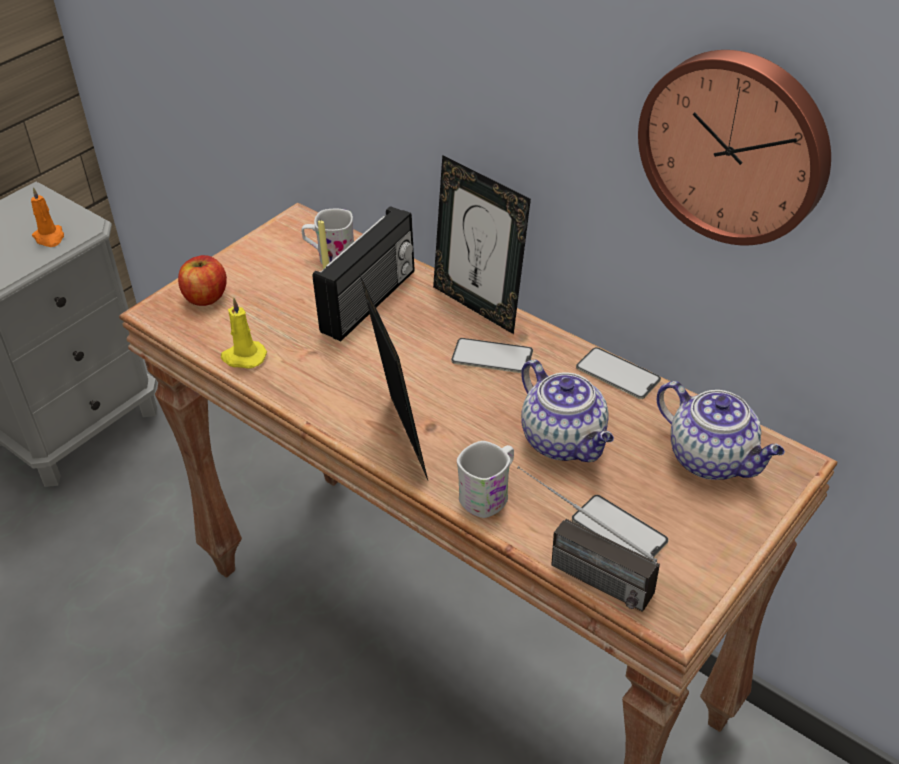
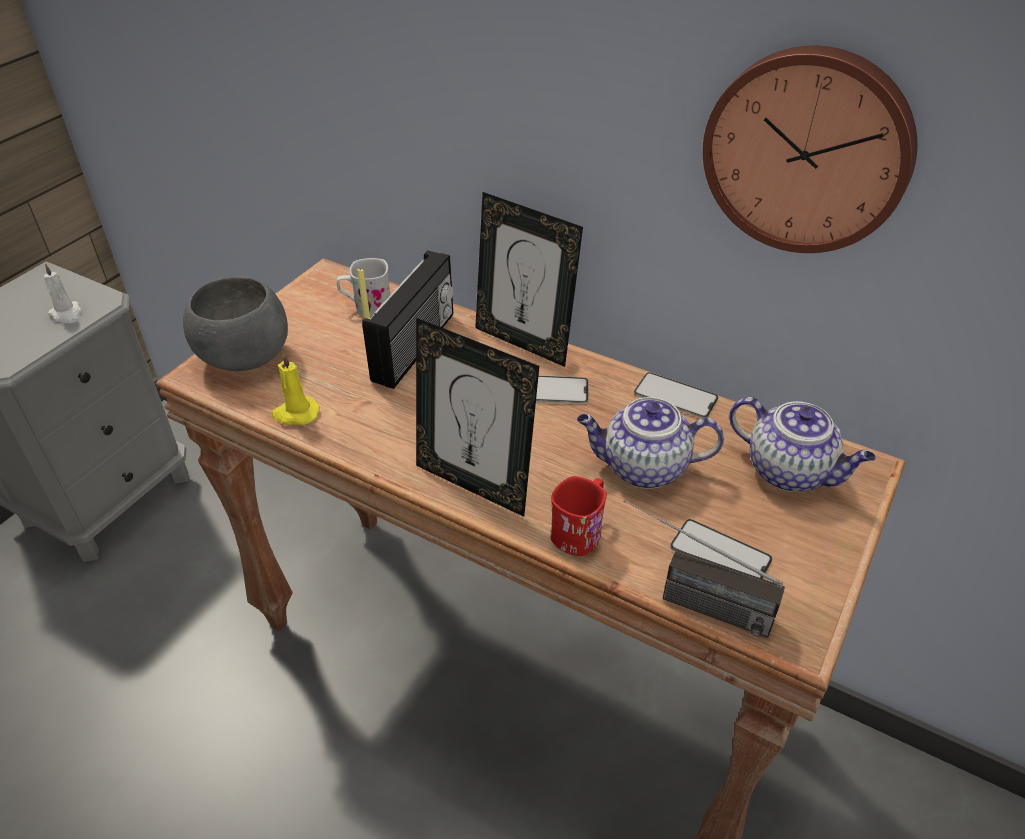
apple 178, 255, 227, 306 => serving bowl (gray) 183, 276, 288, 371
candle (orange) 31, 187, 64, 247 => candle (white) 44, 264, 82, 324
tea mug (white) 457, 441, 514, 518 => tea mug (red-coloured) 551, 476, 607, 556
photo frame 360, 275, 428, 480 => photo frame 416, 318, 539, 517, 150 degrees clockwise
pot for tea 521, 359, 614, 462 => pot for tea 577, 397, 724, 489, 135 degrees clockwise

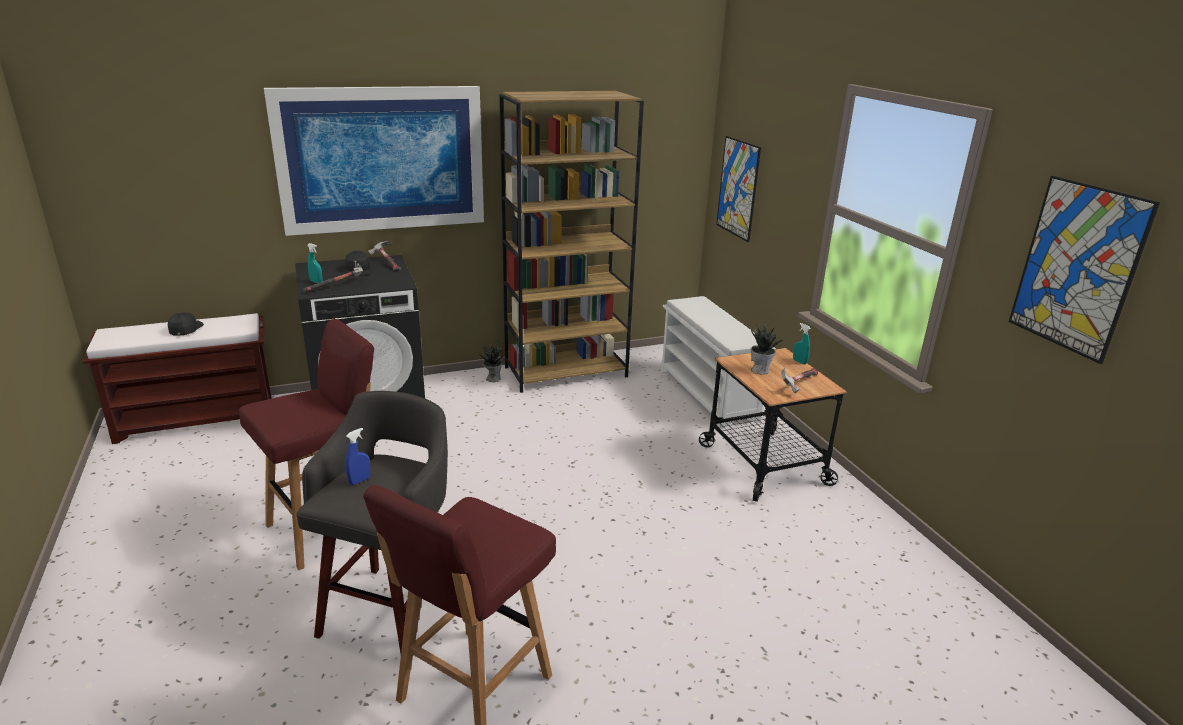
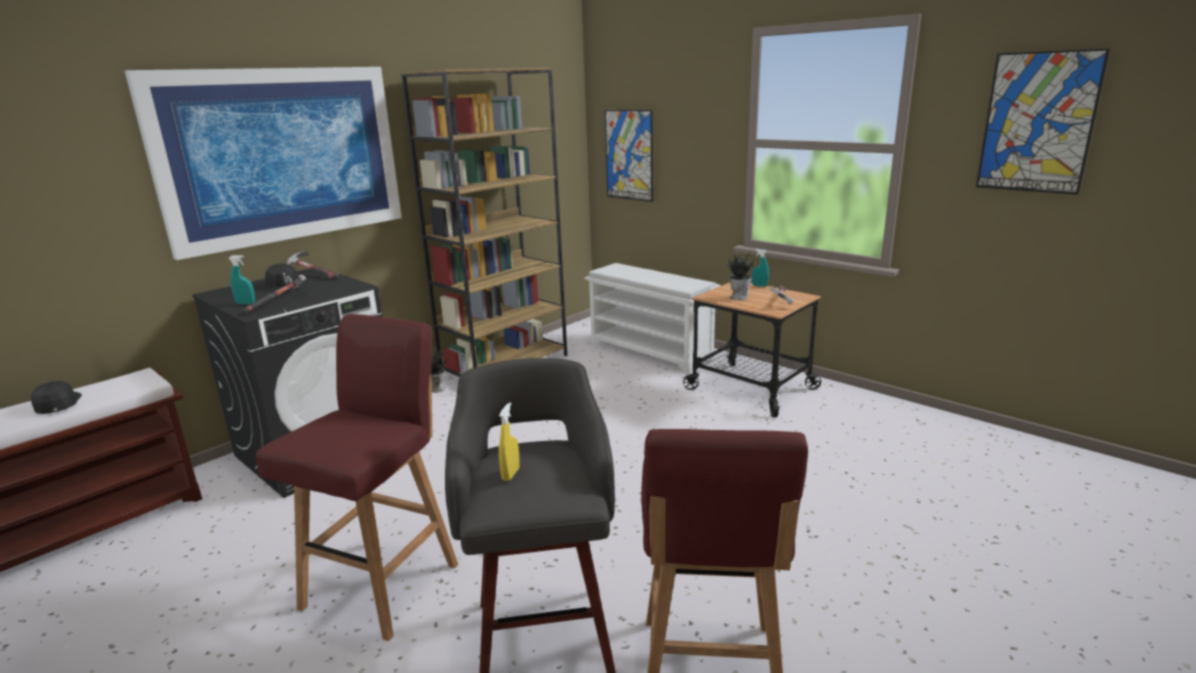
hand sprayer (bluish) 345, 428, 370, 485 => hand sprayer (yellowish) 499, 402, 520, 481

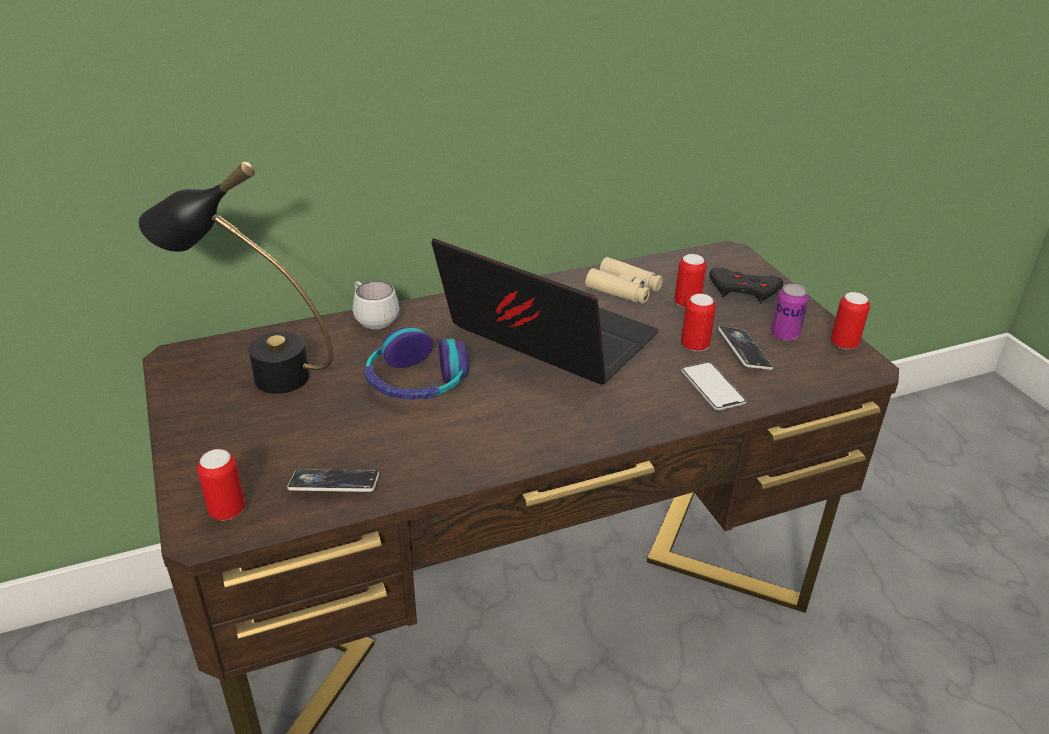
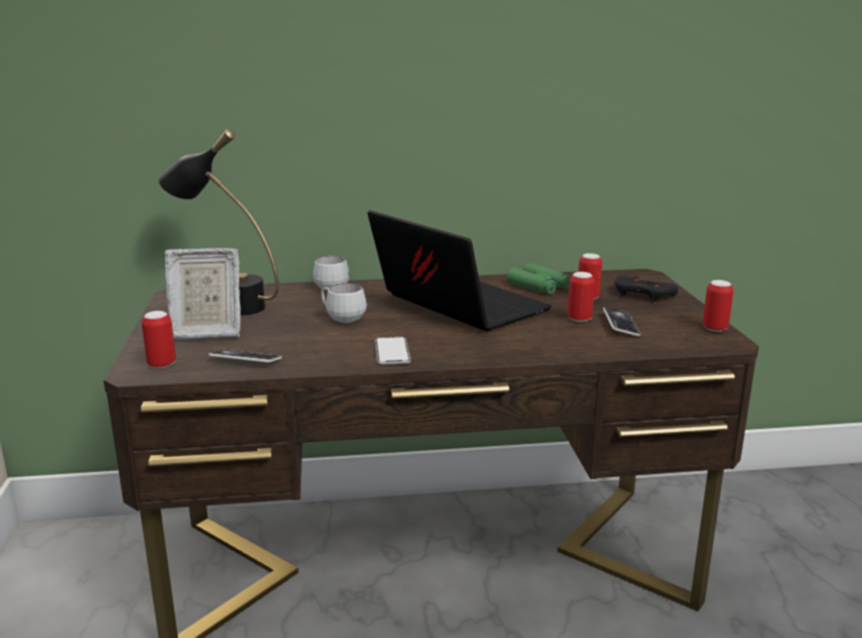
metal can 771, 284, 808, 341 => nothing
nothing => photo frame 164, 248, 241, 340
telephone 681, 362, 747, 410 => telephone 375, 337, 411, 365, moved
pair of headphones 364, 327, 469, 399 => tea mug (white) 321, 283, 367, 323
binoculars (beige-coloured) 585, 257, 663, 304 => binoculars (greenish) 507, 263, 571, 294

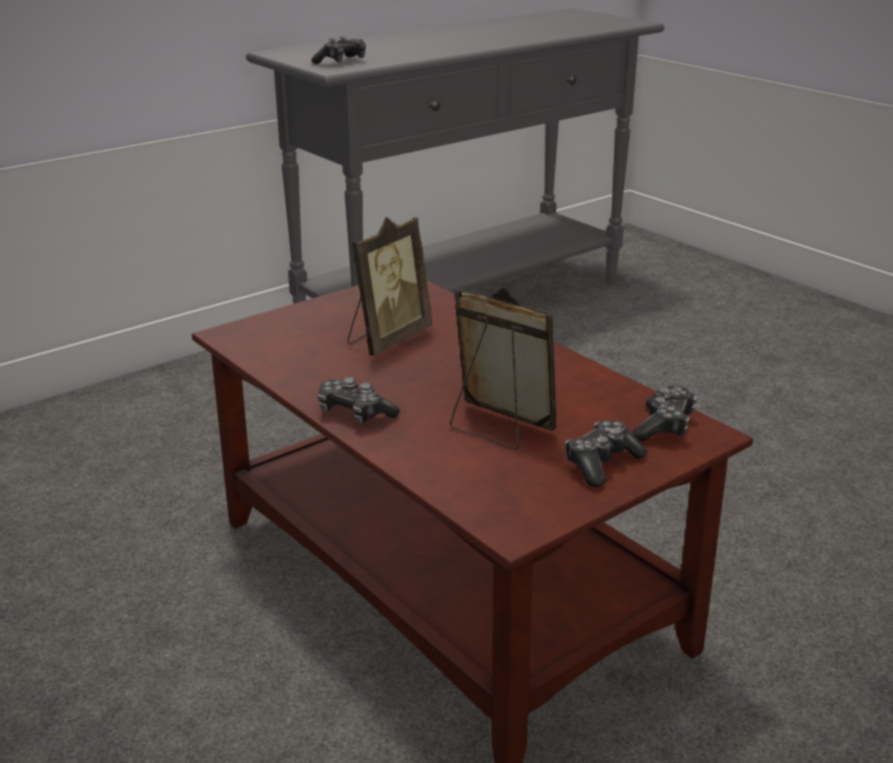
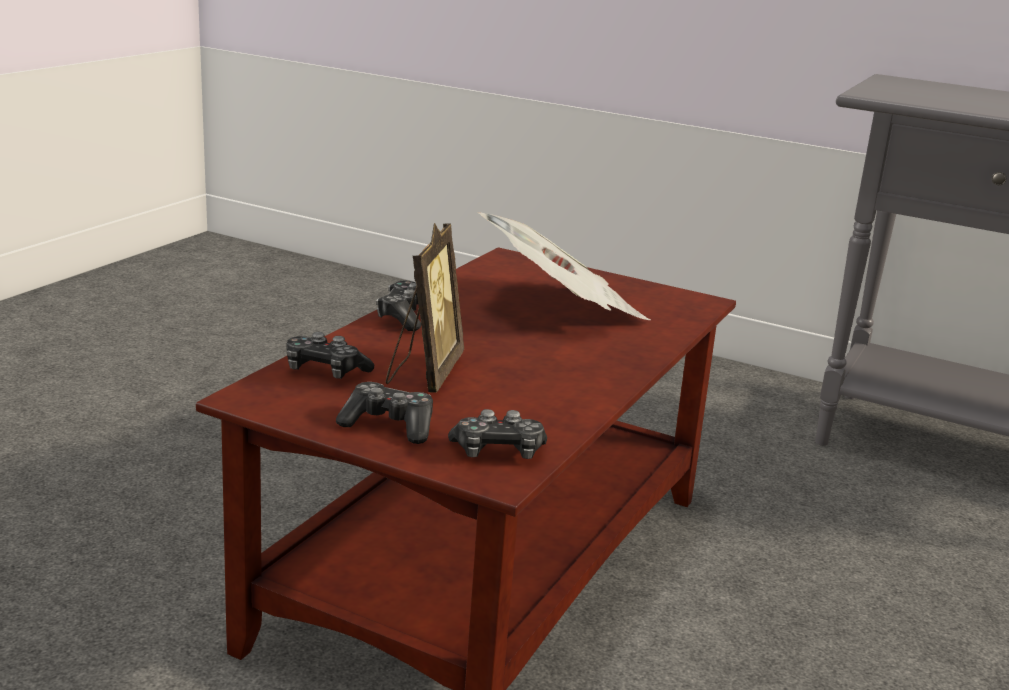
joypad 311, 36, 366, 64 => joypad 287, 332, 374, 379, moved
photo frame 347, 217, 432, 356 => newspaper 477, 212, 651, 320

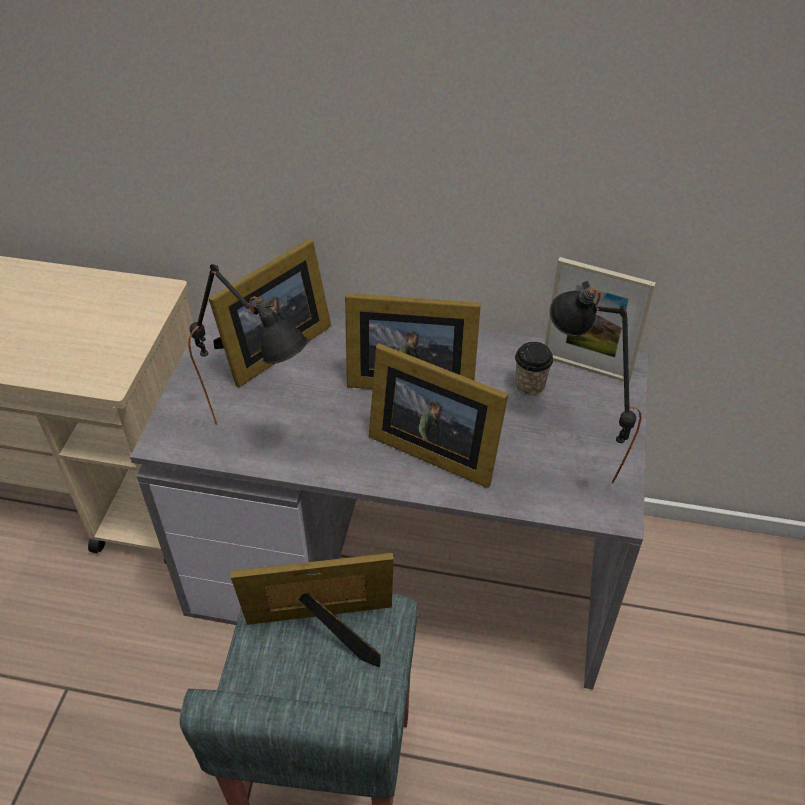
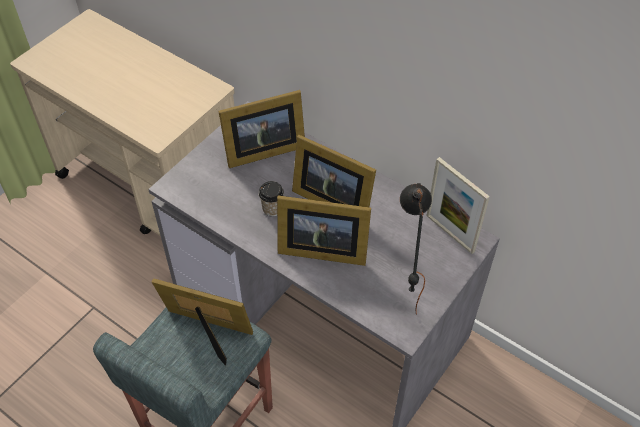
table lamp (black-coloured) 188, 264, 308, 425 => nothing
small cup 515, 342, 553, 396 => small cup 258, 181, 284, 216, moved
photo frame 369, 343, 508, 488 => photo frame 277, 196, 371, 266, 45 degrees counterclockwise

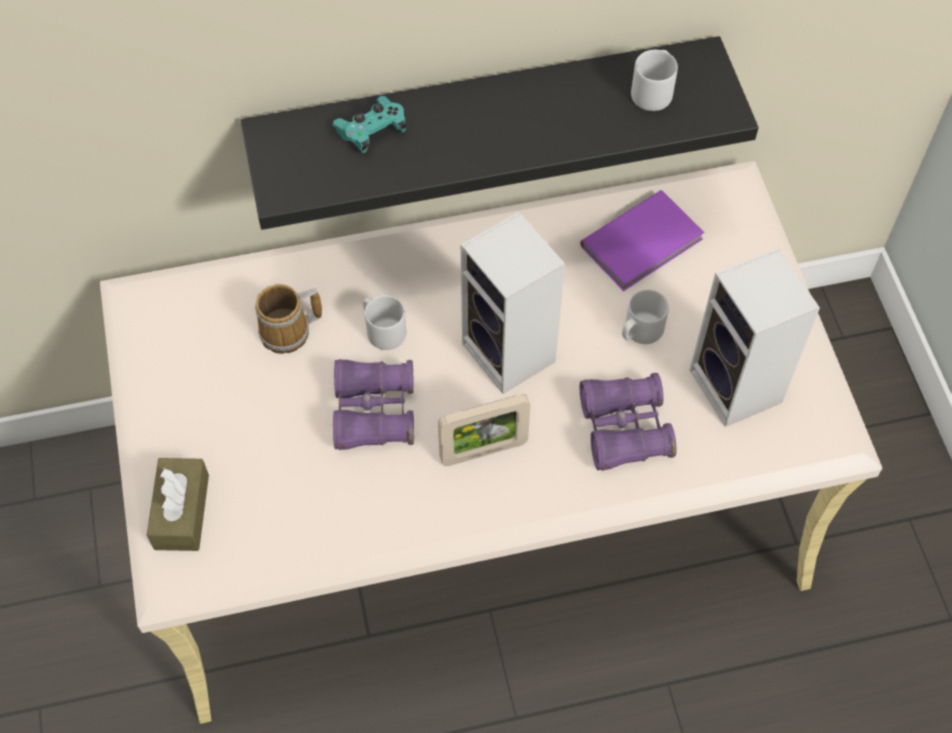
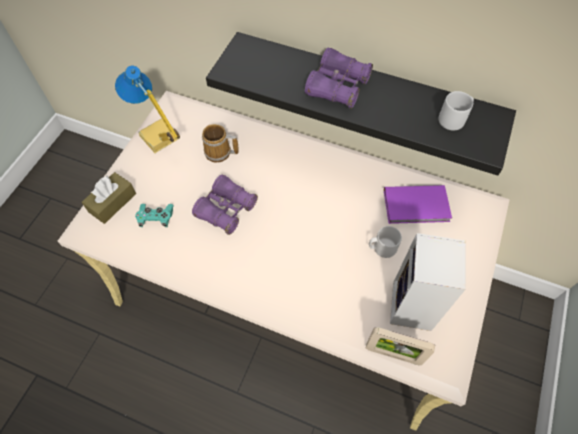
tea mug (gray) 363, 295, 406, 350 => nothing
speaker 461, 212, 565, 394 => nothing
nothing => table lamp 115, 66, 180, 153
joypad (blue-green) 332, 96, 407, 153 => joypad (blue-green) 135, 204, 174, 227, moved
photo frame 438, 394, 531, 466 => photo frame 366, 327, 435, 365, moved
binoculars (purplish) 580, 373, 677, 471 => binoculars (purplish) 305, 47, 373, 109, moved

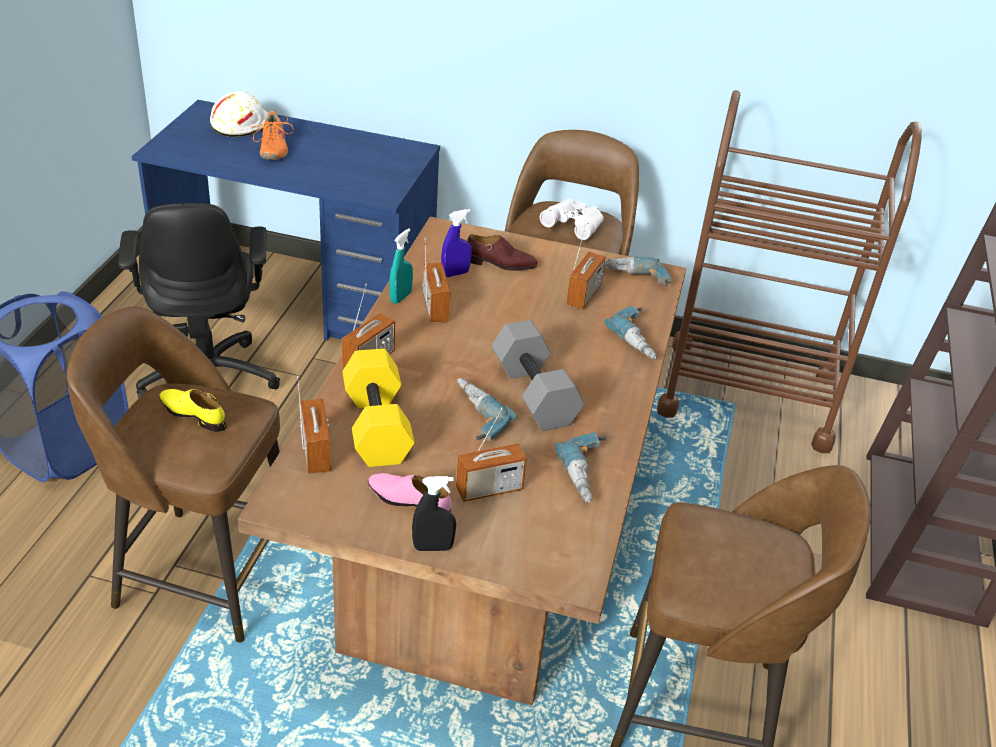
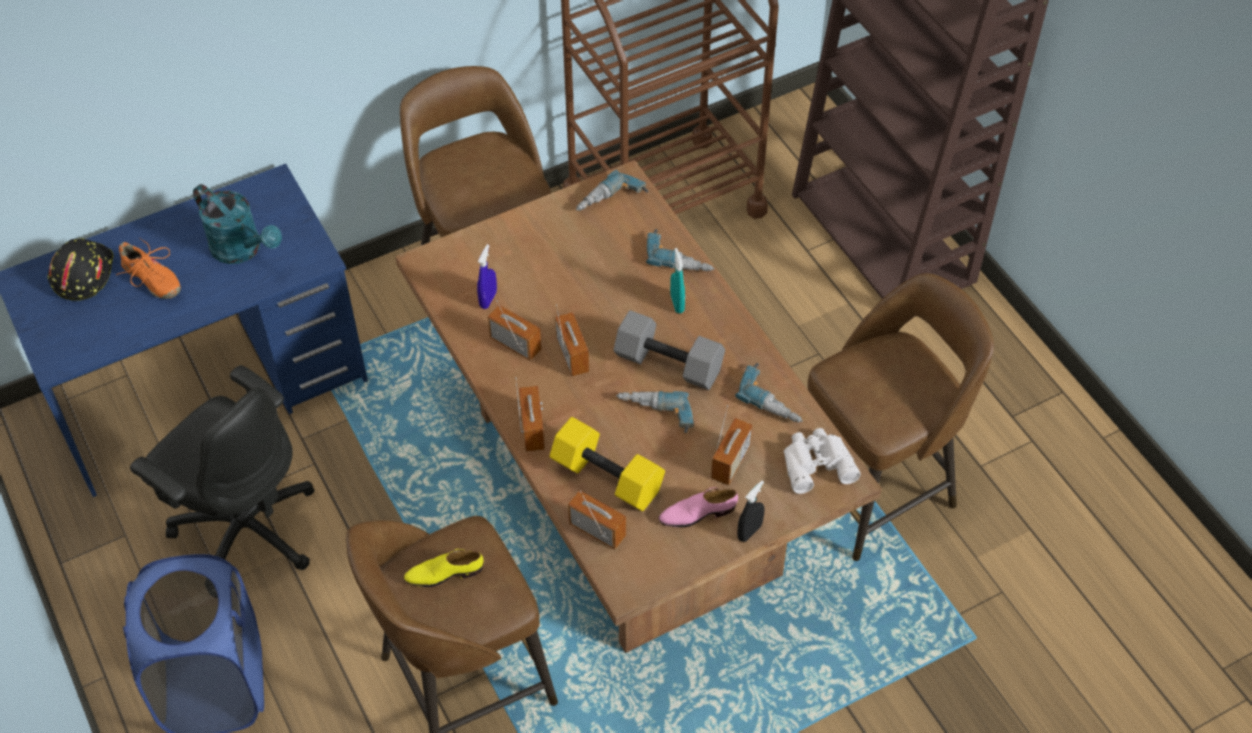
shoe (brown-coloured) 467, 234, 538, 271 => nothing
nothing => watering can (blue-green) 193, 184, 282, 264
hand sprayer (blue-green) 390, 229, 413, 304 => hand sprayer (blue-green) 670, 248, 685, 313, moved
binoculars (white) 540, 198, 603, 240 => binoculars (white) 783, 428, 861, 494, moved
radio set 566, 224, 606, 310 => radio set 555, 304, 589, 376, moved
hard hat (white) 210, 91, 269, 137 => hard hat (black-coloured) 48, 238, 113, 301

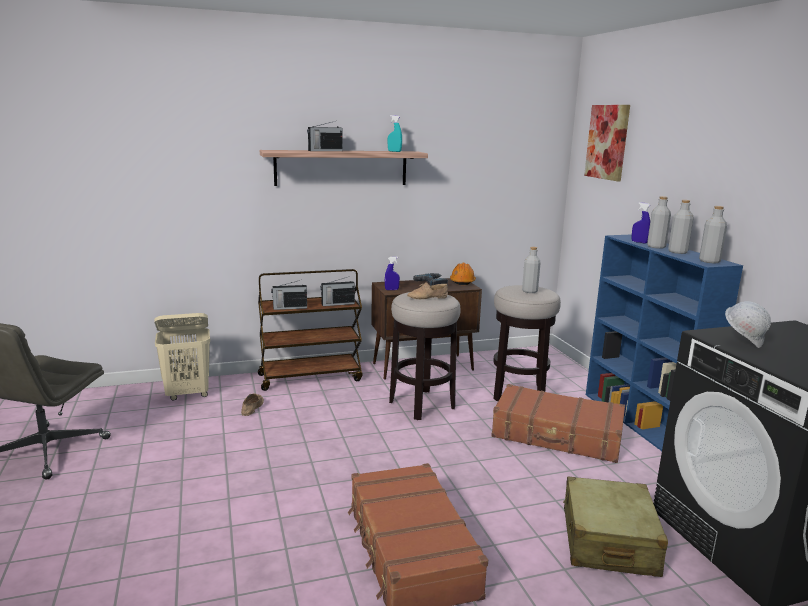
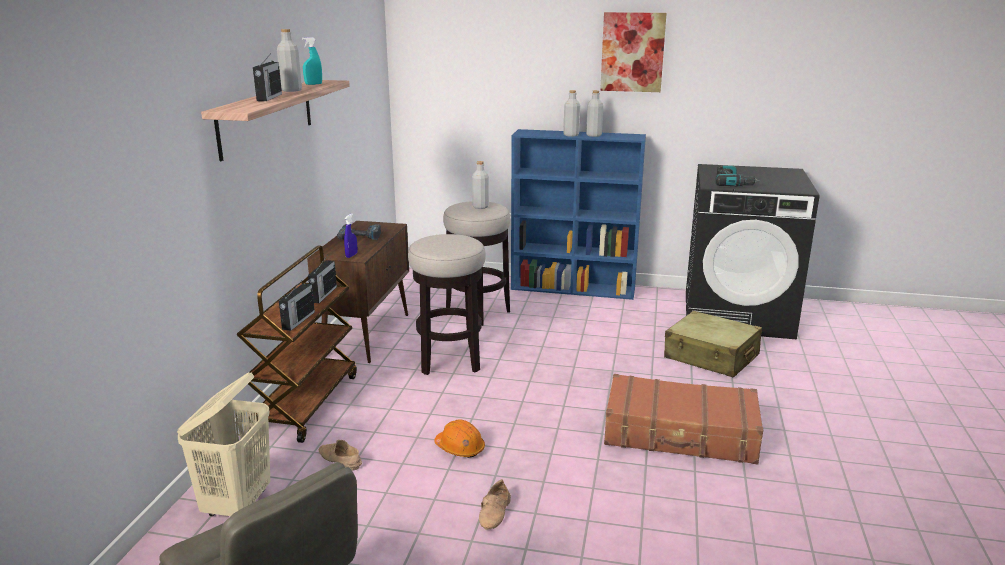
suitcase (brown-coloured) 491, 384, 625, 463 => nothing
hand sprayer (bluish) 632, 202, 651, 243 => nothing
shoe (beige-coloured) 407, 282, 448, 299 => shoe (beige-coloured) 479, 479, 511, 530, moved
hard hat (orange) 450, 263, 476, 285 => hard hat (orange) 434, 419, 485, 458, moved
picture 584, 105, 630, 181 => picture 600, 12, 667, 92, moved
drink bottle (gray) 699, 206, 727, 263 => drink bottle (gray) 277, 29, 302, 92, moved
hard hat (white) 725, 301, 771, 348 => power drill 715, 165, 760, 187

